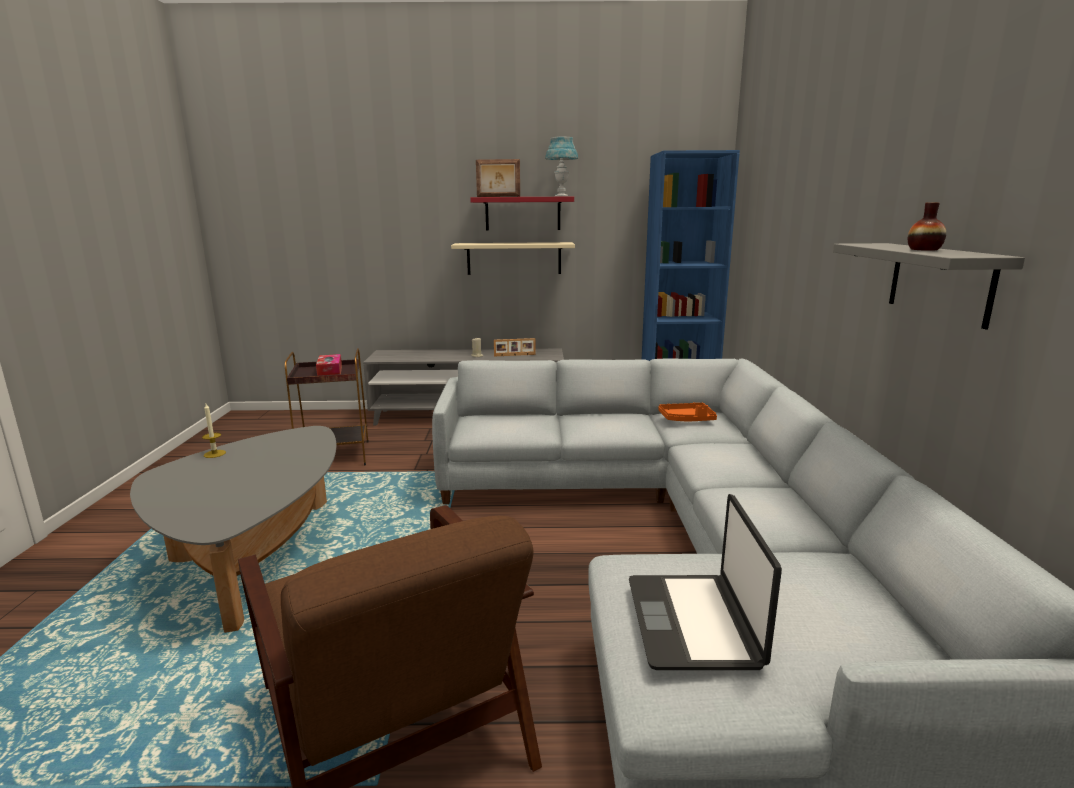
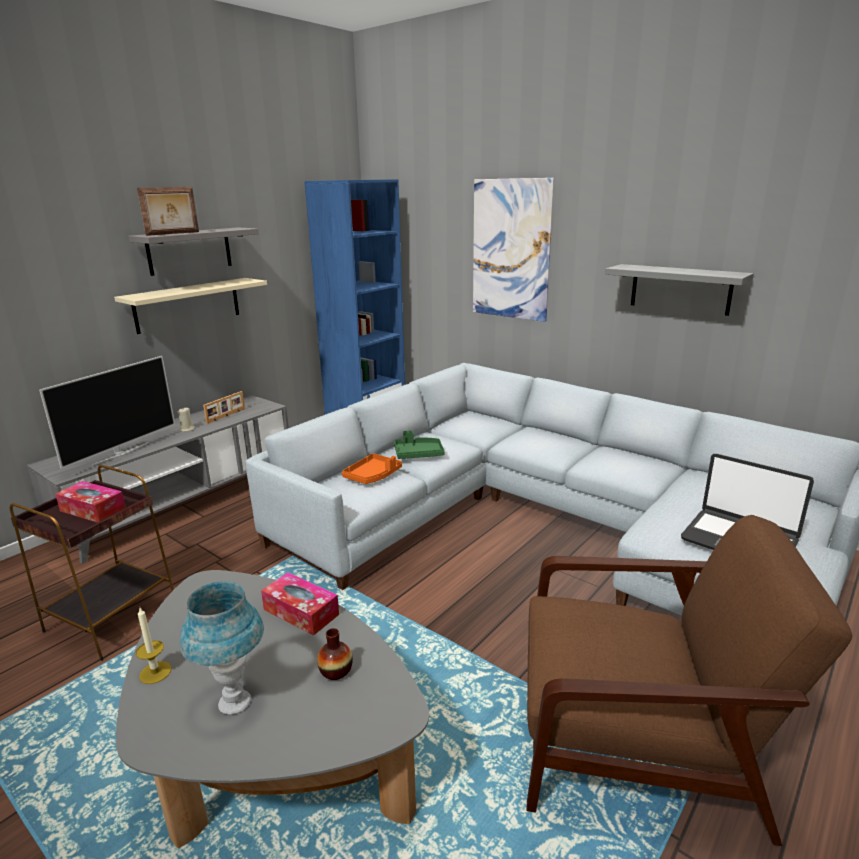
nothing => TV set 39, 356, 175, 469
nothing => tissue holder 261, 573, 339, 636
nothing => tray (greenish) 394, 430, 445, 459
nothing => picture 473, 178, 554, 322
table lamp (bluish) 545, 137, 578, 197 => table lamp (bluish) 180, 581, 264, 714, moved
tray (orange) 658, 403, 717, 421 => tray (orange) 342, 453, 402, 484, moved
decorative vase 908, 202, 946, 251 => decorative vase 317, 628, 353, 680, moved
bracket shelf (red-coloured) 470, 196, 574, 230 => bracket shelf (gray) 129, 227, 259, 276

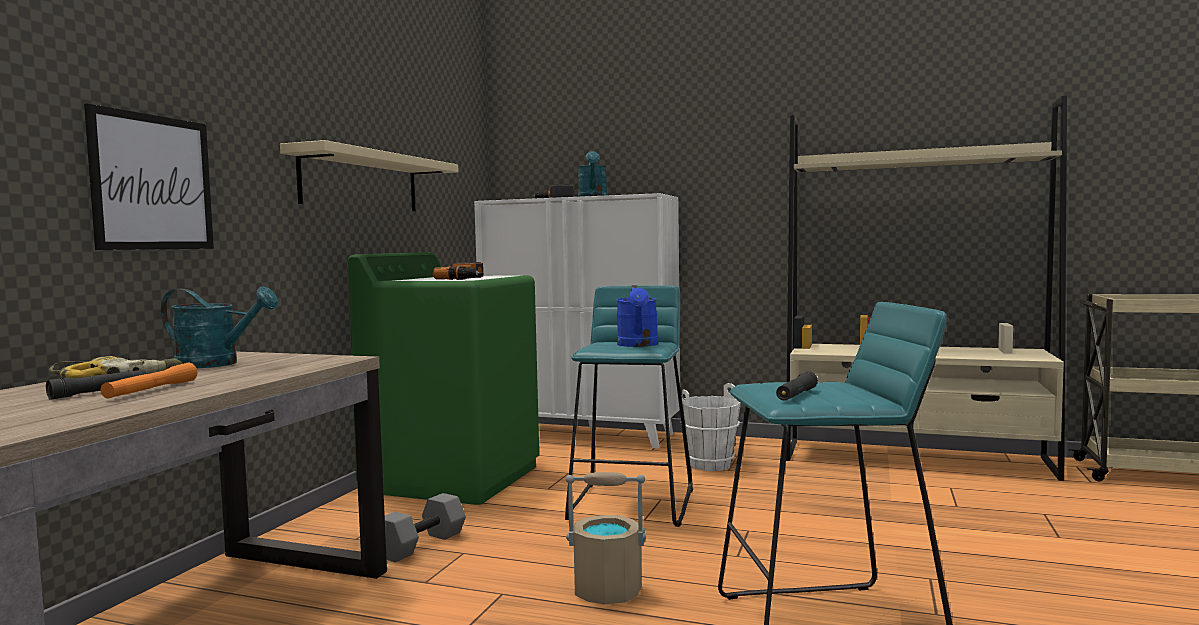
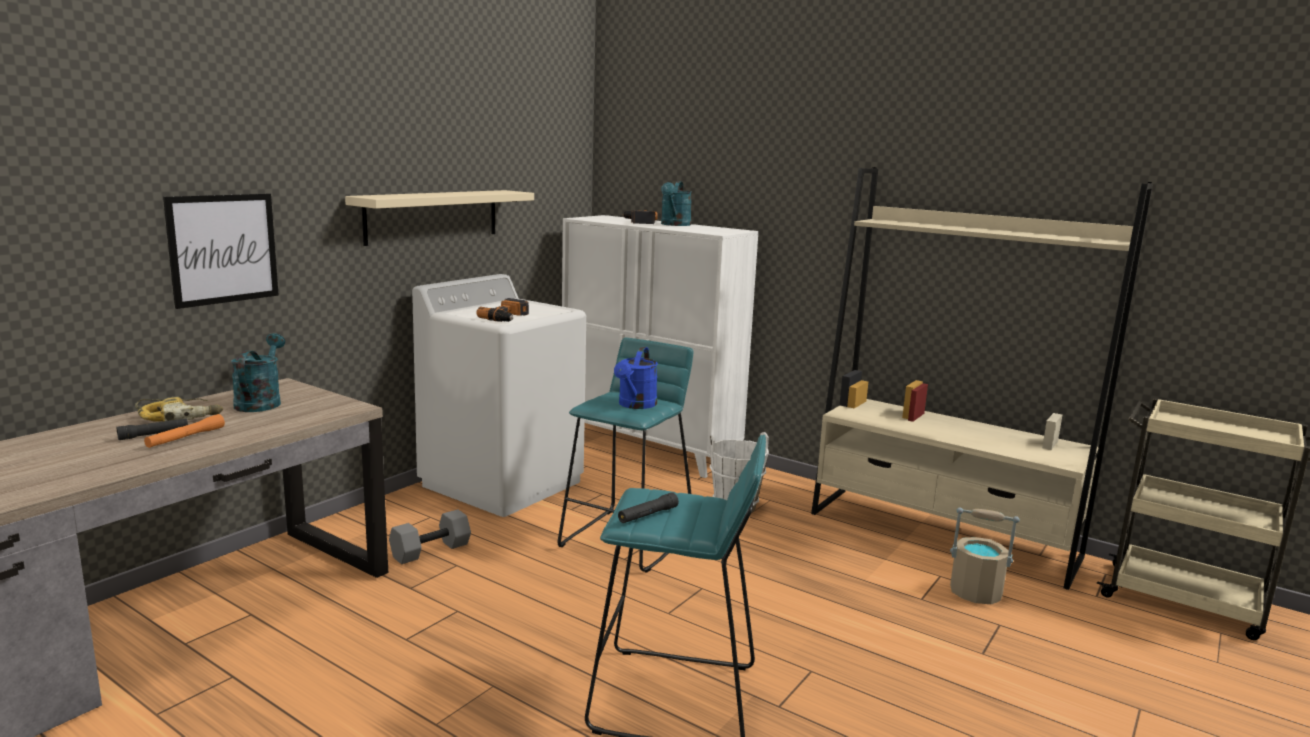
bucket (beige-coloured) 566, 472, 646, 604 => bucket (beige-coloured) 950, 508, 1020, 605, moved
laundry appliance (greenish) 348, 252, 539, 505 => laundry appliance (white) 412, 274, 586, 517
watering can (blue-green) 161, 287, 278, 368 => watering can (blue-green) 231, 333, 285, 412, 120 degrees counterclockwise

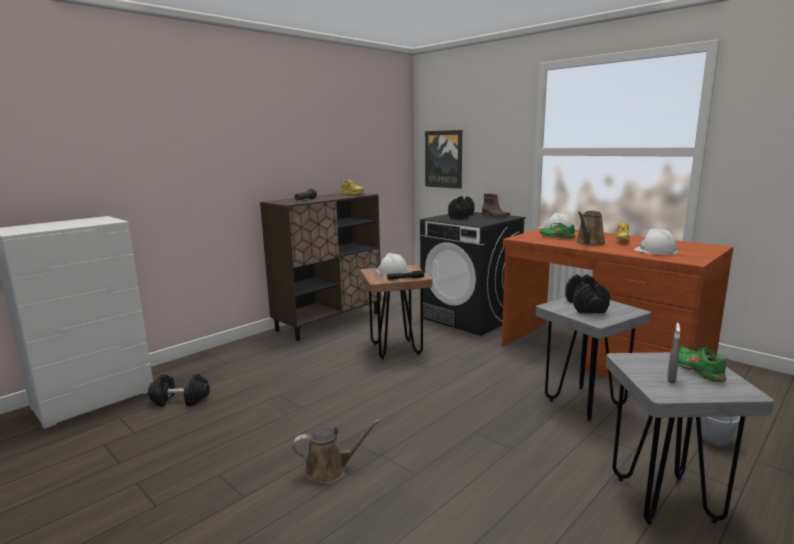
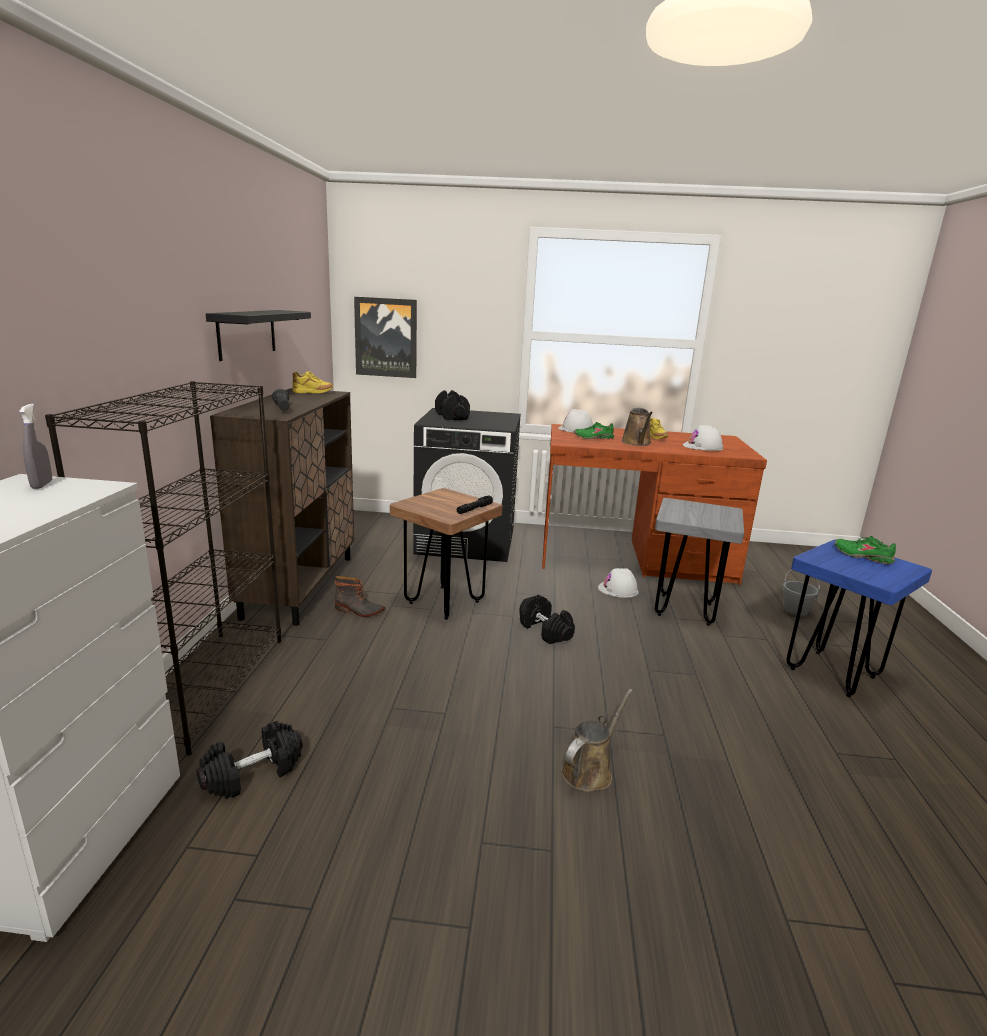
nothing => bookshelf (black-coloured) 45, 381, 281, 756
nothing => bracket shelf (black-coloured) 206, 310, 311, 361
hard hat (white) 376, 253, 409, 276 => hard hat (white) 598, 568, 639, 598, moved
boot 482, 194, 510, 218 => boot 335, 576, 385, 617, moved
hand weight (black-coloured) 565, 274, 610, 313 => hand weight (black-coloured) 519, 595, 575, 644, moved
hand sprayer (gray) 667, 323, 680, 384 => hand sprayer (gray) 19, 404, 52, 489, moved
stool seat (gray) 606, 352, 774, 524 => stool seat (bluish) 786, 540, 932, 697

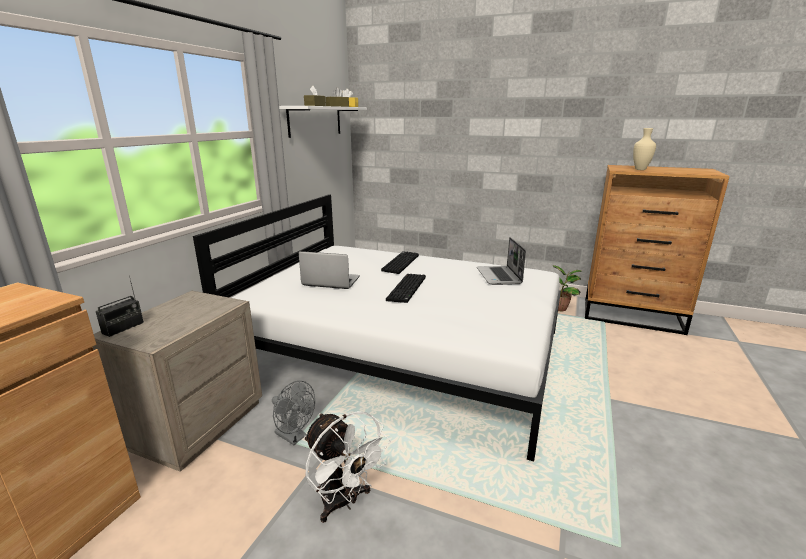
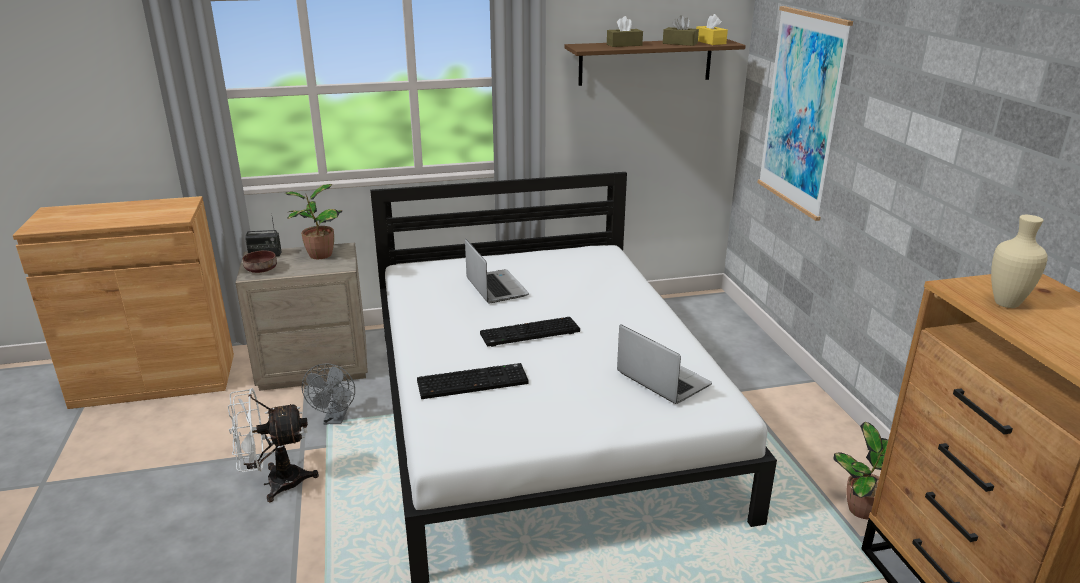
nothing => serving bowl (brown-coloured) 243, 250, 277, 273
nothing => potted plant 285, 184, 343, 259
nothing => picture 757, 6, 853, 221
PC keyboard 381, 251, 419, 274 => PC keyboard 417, 363, 529, 399, moved
bracket shelf (white) 279, 106, 367, 138 => bracket shelf (brown-coloured) 564, 39, 746, 86
cooling fan (white) 304, 411, 391, 523 => cooling fan (white) 228, 388, 319, 502, 60 degrees clockwise
laptop 477, 237, 526, 285 => laptop 617, 324, 712, 404, 90 degrees clockwise

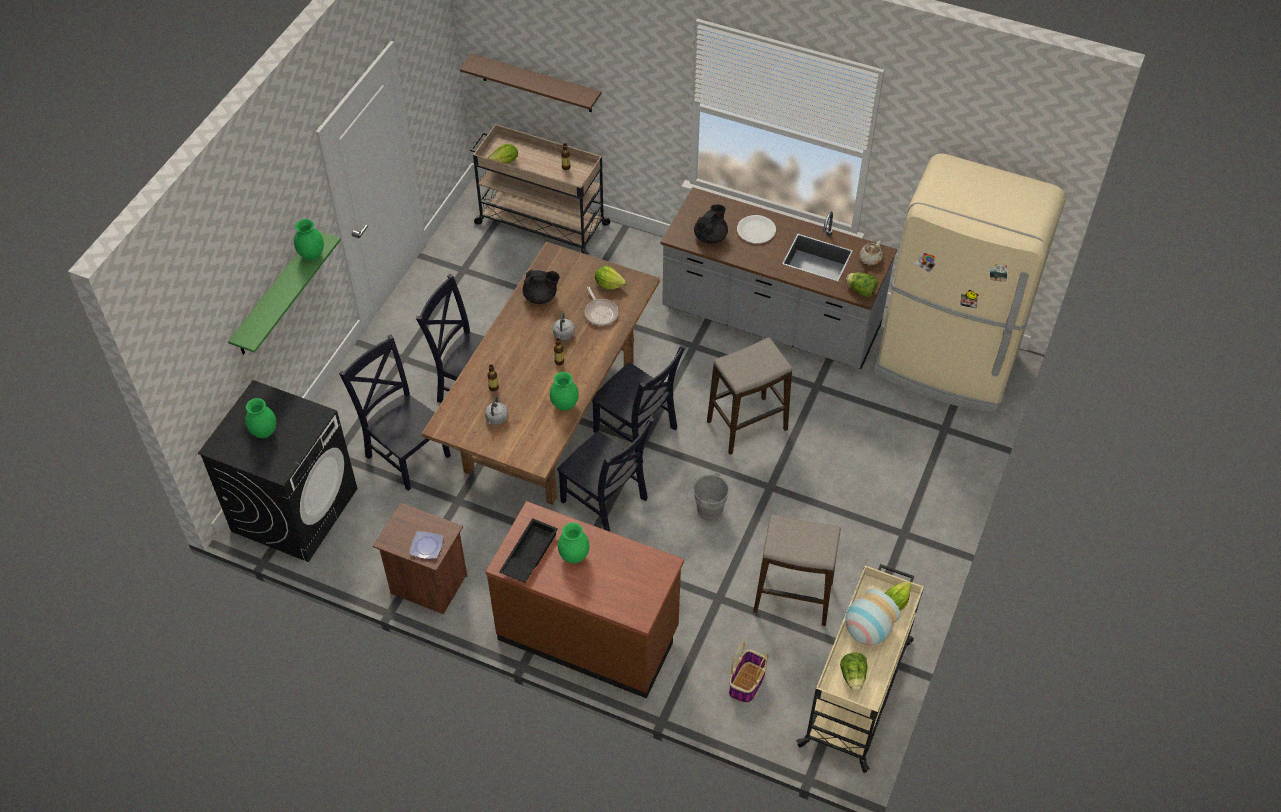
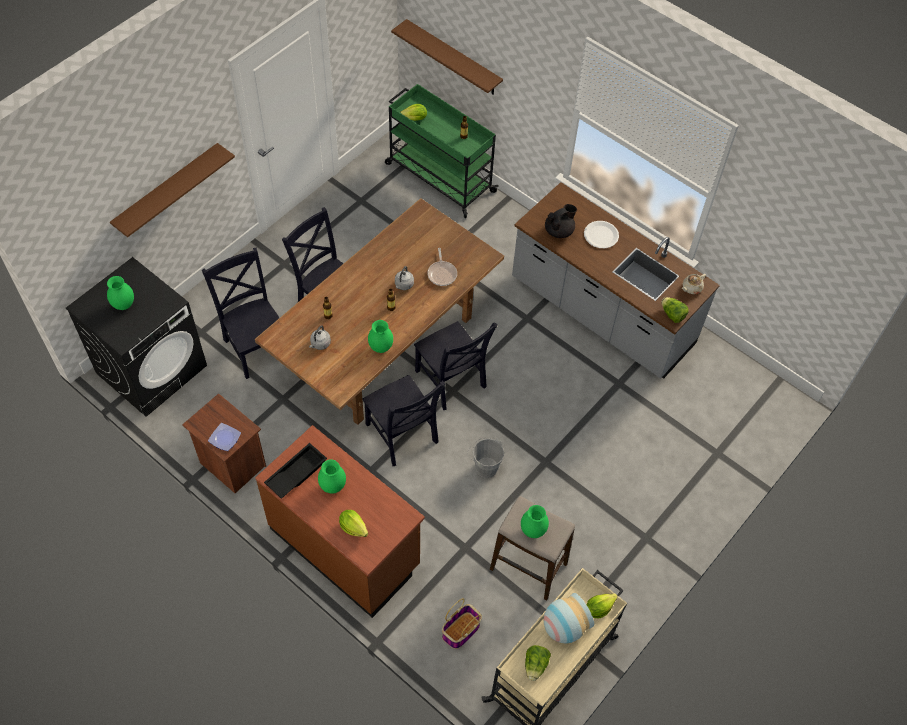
pot for tea (black-coloured) 523, 270, 560, 304 => nothing
stool seat 707, 338, 792, 455 => nothing
refrigerator (beige-coloured) 873, 153, 1066, 413 => nothing
decorative vase (greenish) 294, 219, 324, 260 => decorative vase (greenish) 521, 505, 549, 538, moved
head of lettuce 595, 266, 627, 289 => head of lettuce 339, 510, 368, 537, moved
bracket shelf (greenish) 228, 231, 341, 355 => bracket shelf (brown-coloured) 110, 143, 235, 237
cart (beige-coloured) 470, 124, 612, 254 => cart (greenish) 385, 84, 499, 218

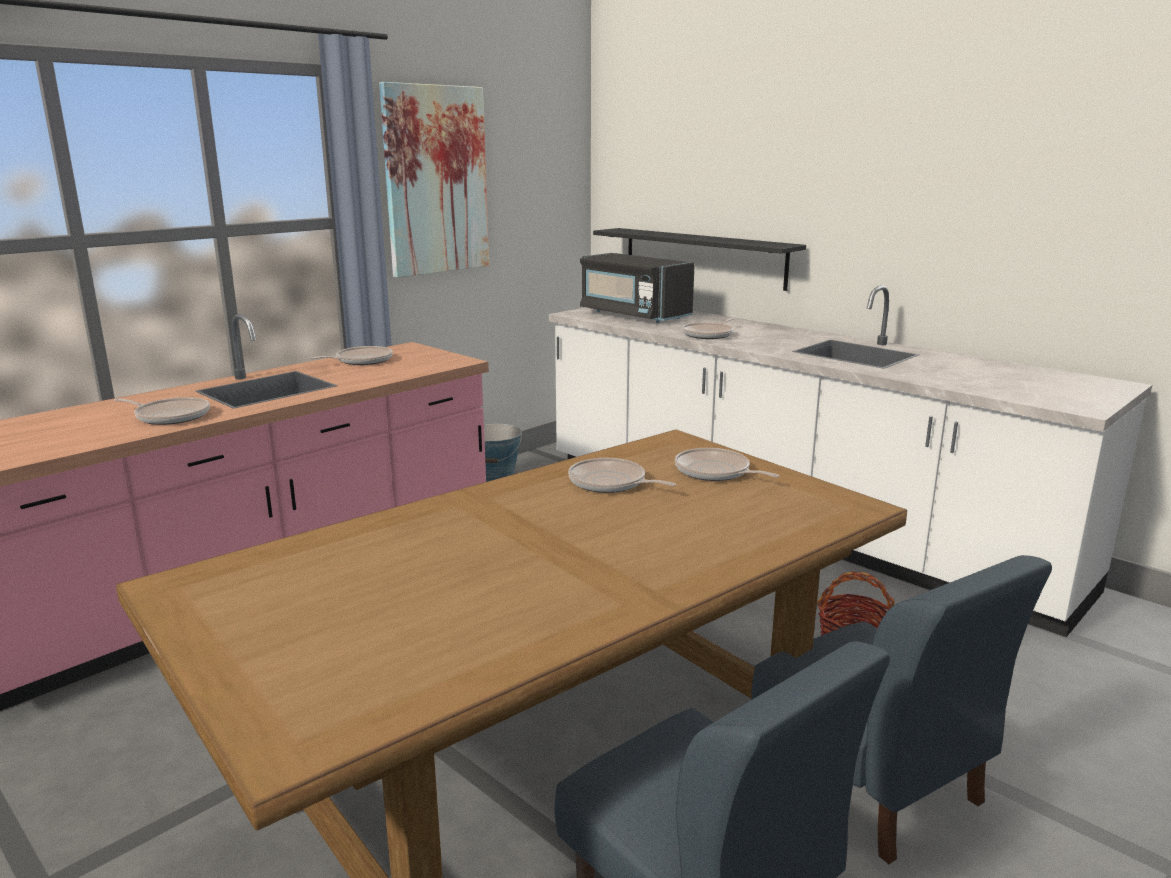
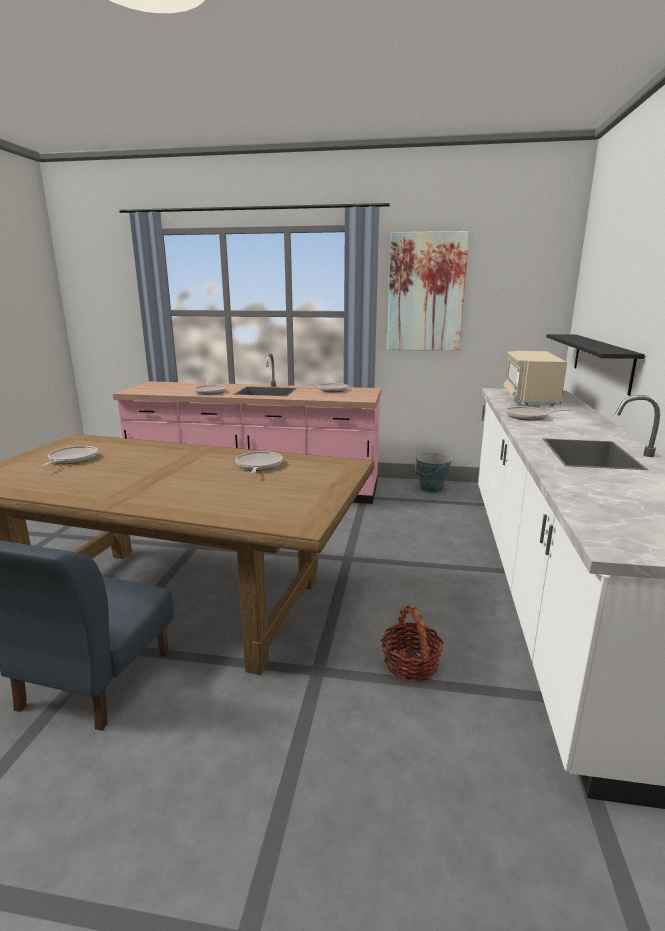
chair (bluish) 751, 555, 1052, 864 => nothing
skillet 675, 448, 780, 481 => skillet 42, 446, 98, 466, moved
kitchen microwave (black-coloured) 580, 253, 695, 323 => kitchen microwave (beige-coloured) 503, 351, 567, 406

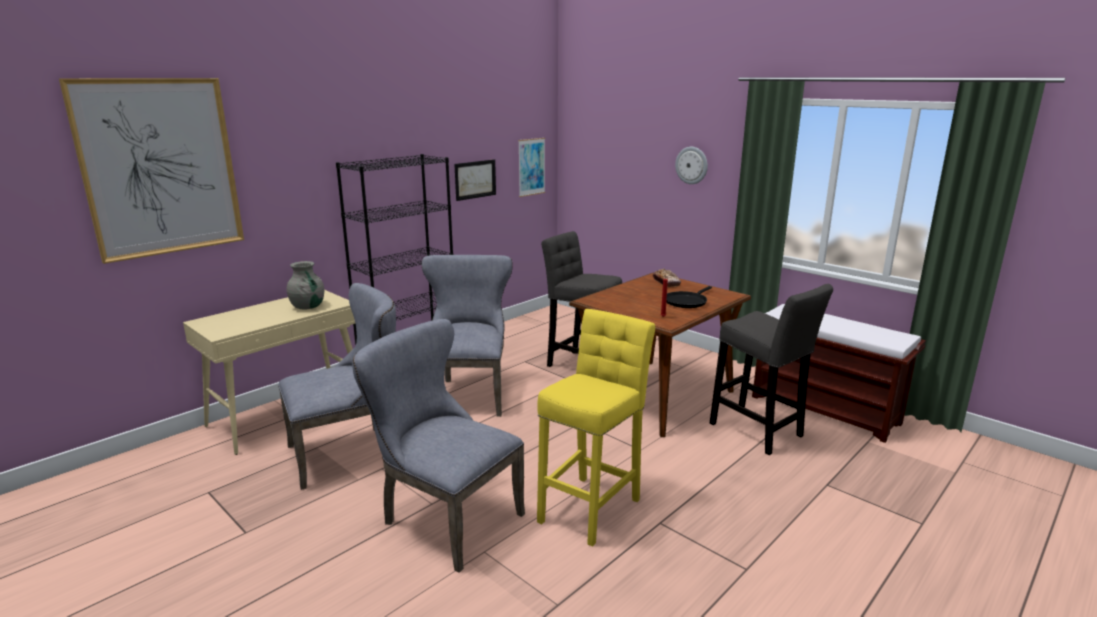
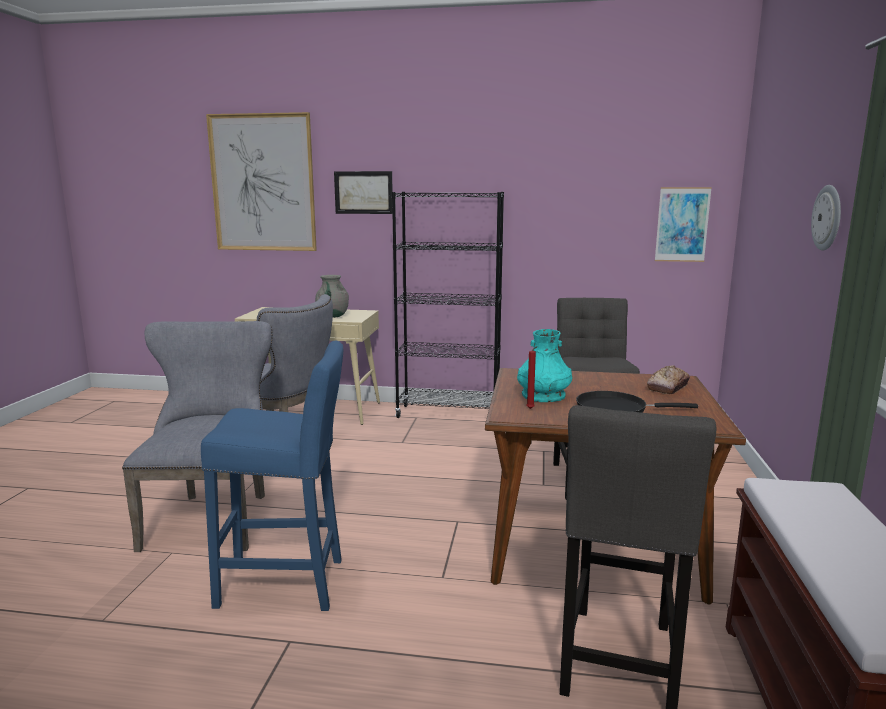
chair (gray) 422, 255, 513, 417 => nothing
nothing => decorative vase (blue-green) 517, 329, 572, 402
picture 454, 159, 496, 201 => picture 334, 171, 393, 214, moved
stool seat (yellowish) 537, 309, 655, 547 => stool seat (bluish) 201, 340, 343, 611

